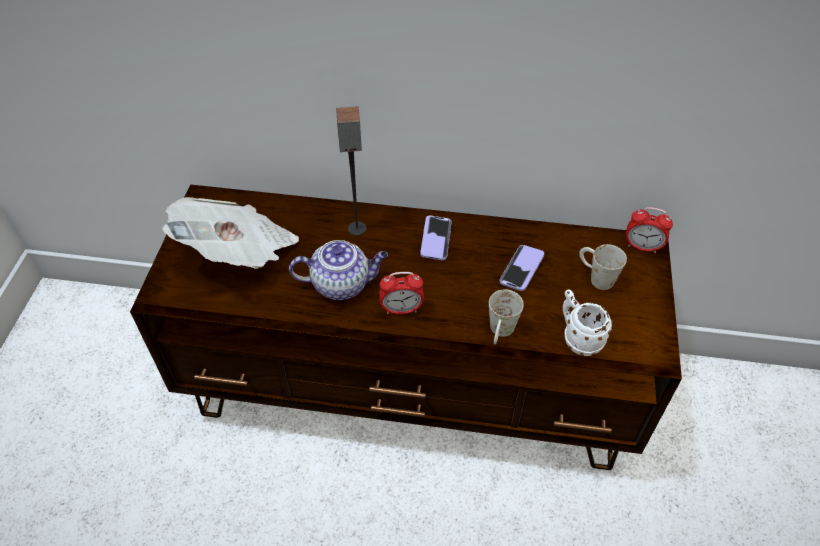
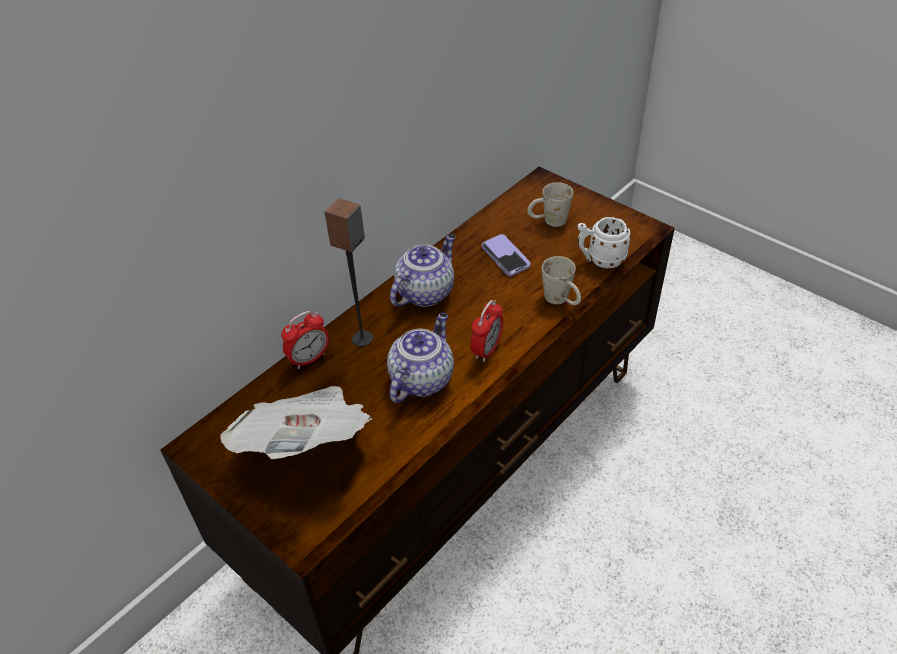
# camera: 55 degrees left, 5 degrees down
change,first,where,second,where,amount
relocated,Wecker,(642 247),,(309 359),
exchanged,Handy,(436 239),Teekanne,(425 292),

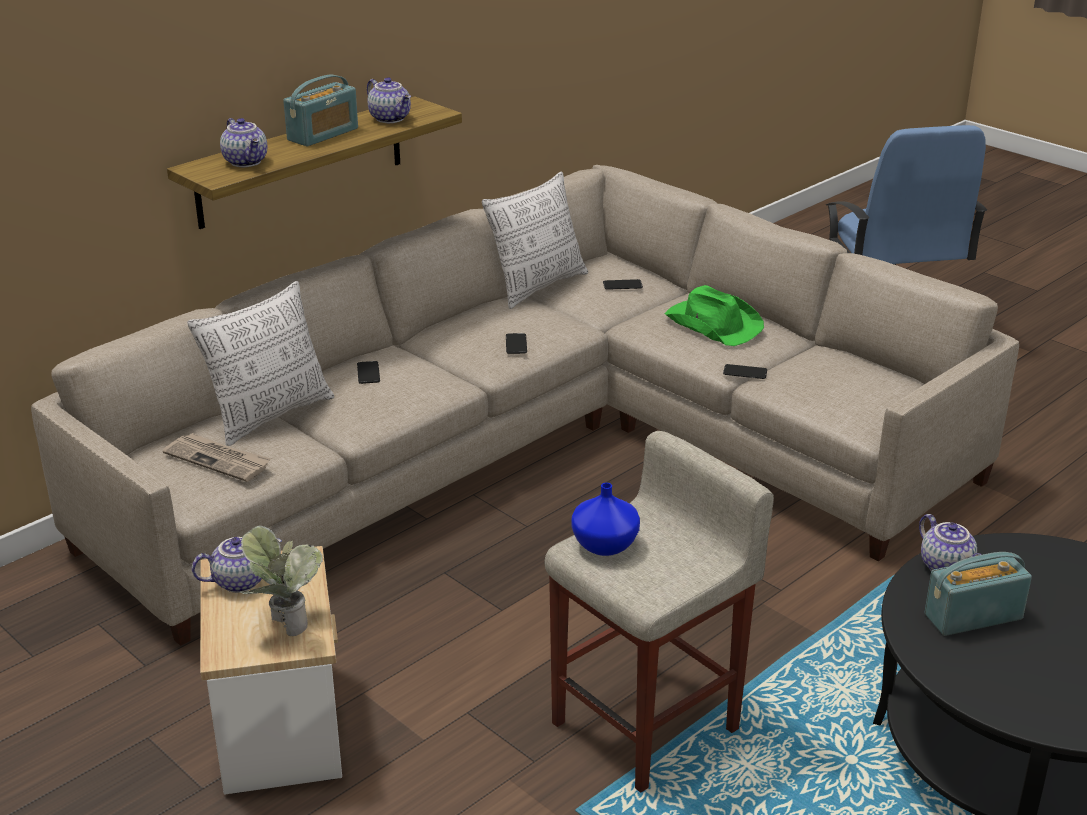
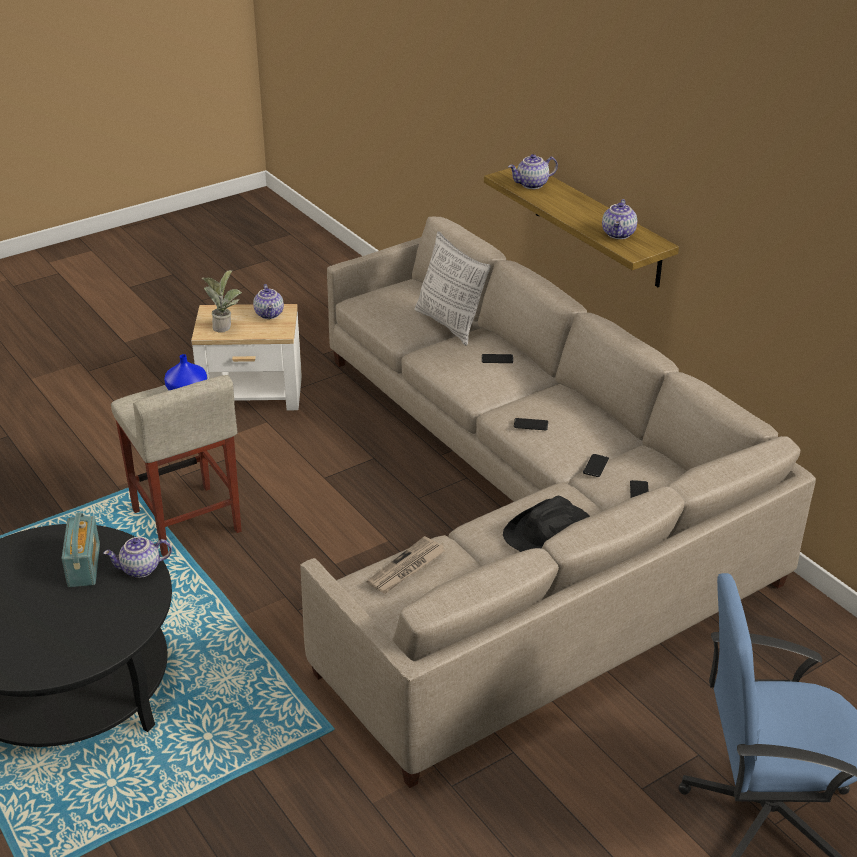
# camera: 100 degrees right, 5 degrees up
change,first,where,second,where,amount
relocated,Zeitung,(219 460),,(406 568),
colour,Hut [grün],(713 324),Hut [schwarz],(550 532),
relocated,Handy,(745 372),,(595 466),
spun,Teekanne,(391 118),,(619 234),45 degrees counterclockwise
missing,Radio,(323 134),,,
missing,Kissen,(537 286),,,

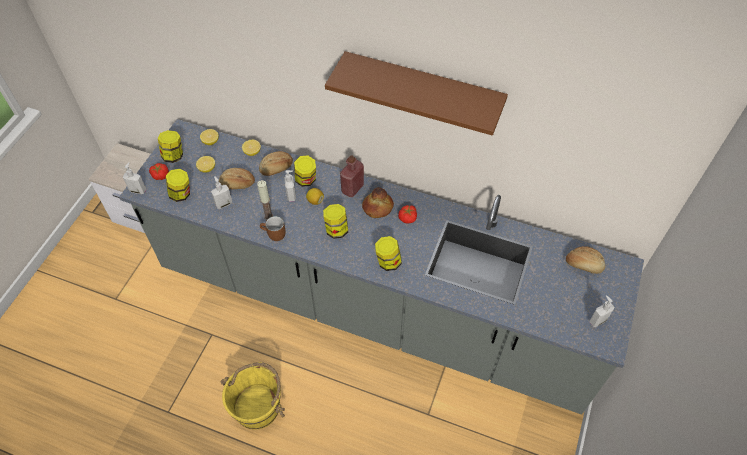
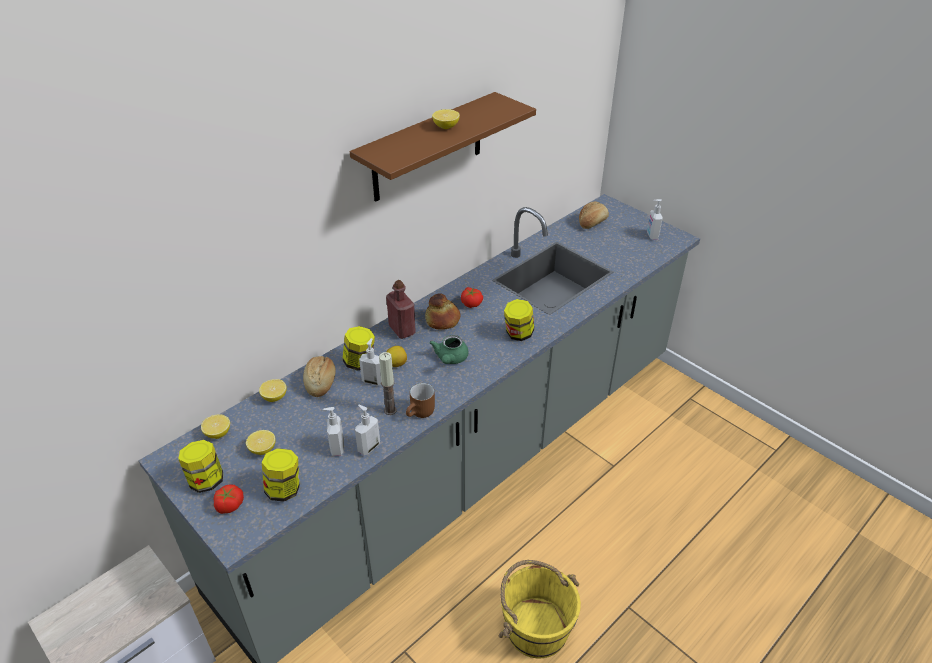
# camera: 65 degrees left, 15 degrees down
change,first,where,second,where,amount
relocated,Seifenspender,(138 190),,(368 447),
exchanged,Vorratsglas,(336 230),Teekanne [grün],(450 359),
appeared,,,Zitrone,(446 127),
missing,Brot,(237 184),,,

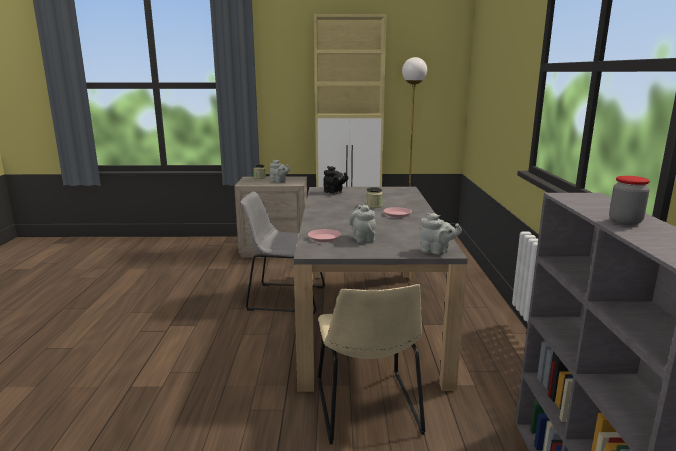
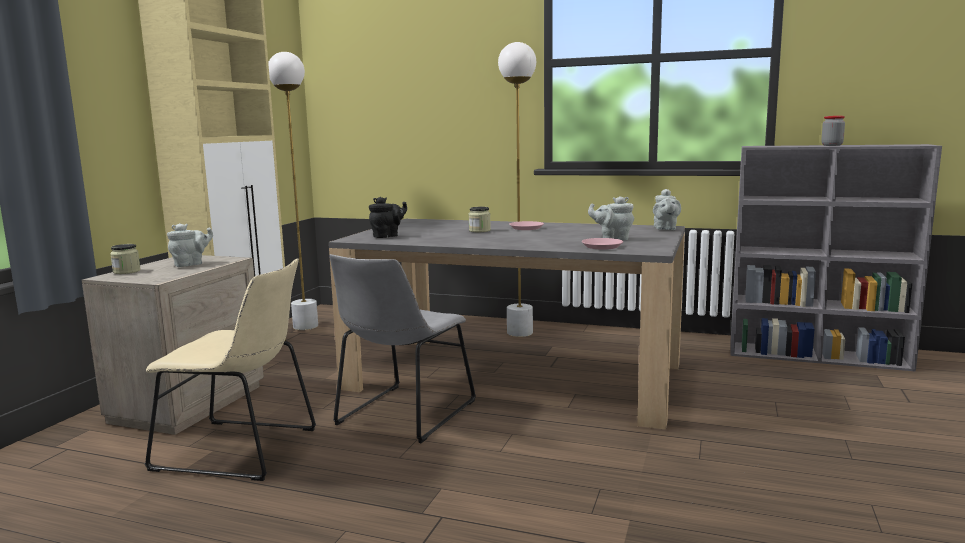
# camera: 70 degrees left, 5 degrees down
change,first,where,second,where,amount
relocated,Stuhl [beige],(368 410),,(242 450),
appeared,,,Stehlampe [weiß],(520 333),
spun,Teekanne [grau],(436 251),,(665 229),135 degrees clockwise

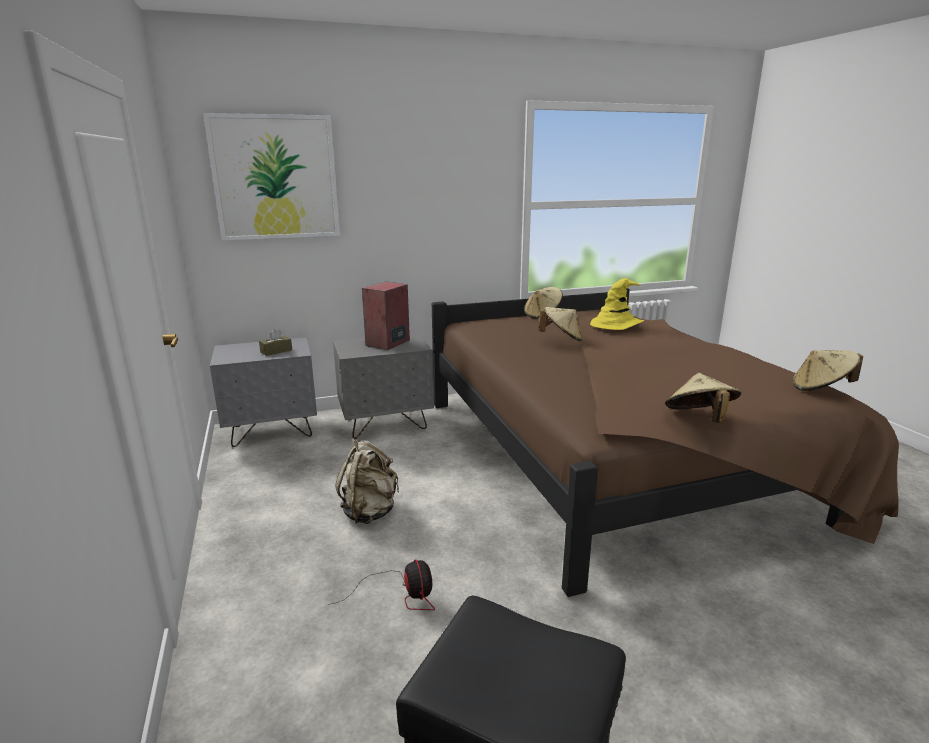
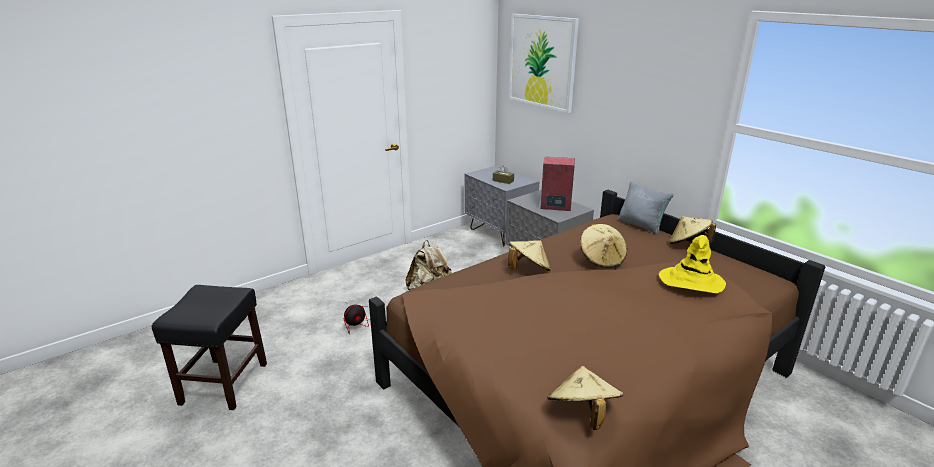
# camera: 70 degrees right, 5 degrees up
change,first,where,second,where,amount
relocated,Hut [beige],(699 419),,(528 270),
appeared,,,Kissen [grau],(641 225),

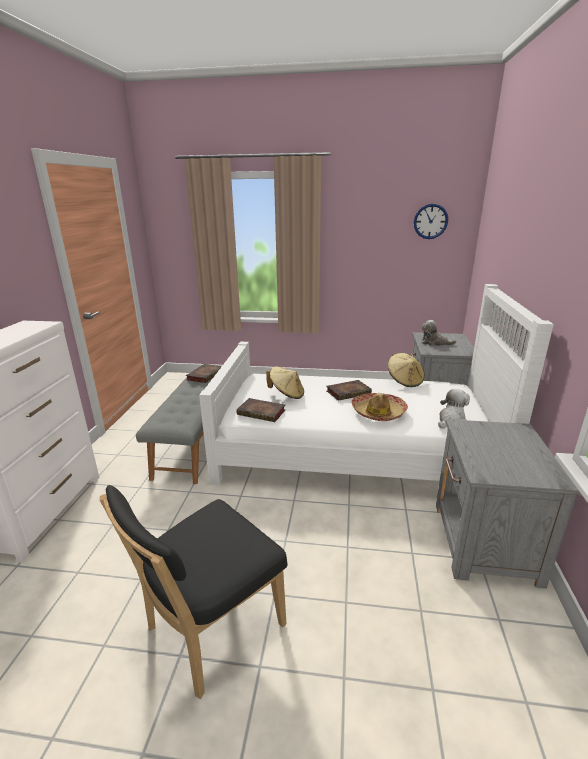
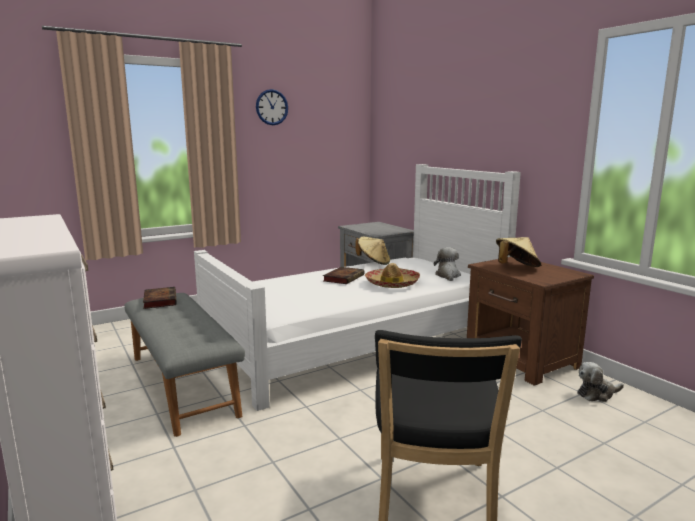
# camera: 40 degrees left, 10 degrees down
change,first,where,second,where,amount
relocated,Wanduhr,(430 221),,(272 107),
colour,Nachttisch [grau],(483 542),Nachttisch [braun],(521 360),
relocated,Hut [beige],(286 394),,(516 268),
relocated,Plüschtier,(434 343),,(597 394),
missing,Buch,(262 412),,,

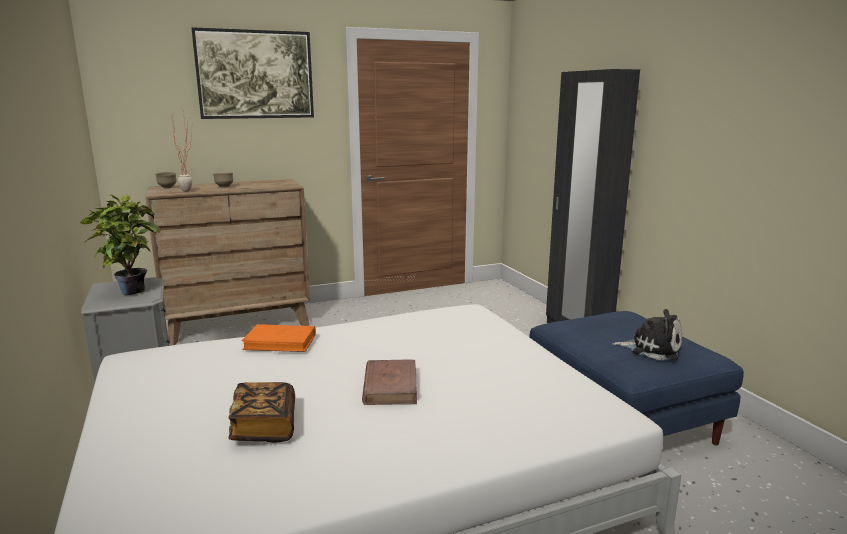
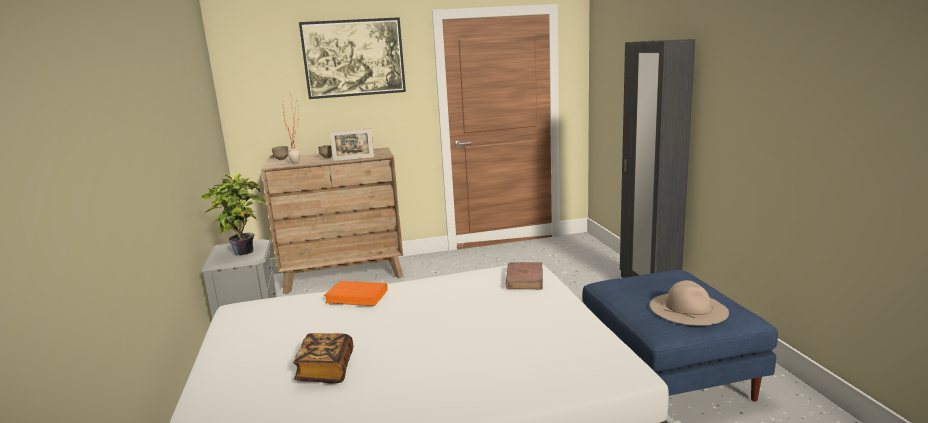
# camera: 10 degrees right, 0 degrees up
change,first,where,second,where,amount
appeared,,,Bilderrahmen,(353 159),
relocated,Buch [braun],(390 386),,(524 279),
exchanged,Plüschtier,(652 348),Hut [beige],(688 308),

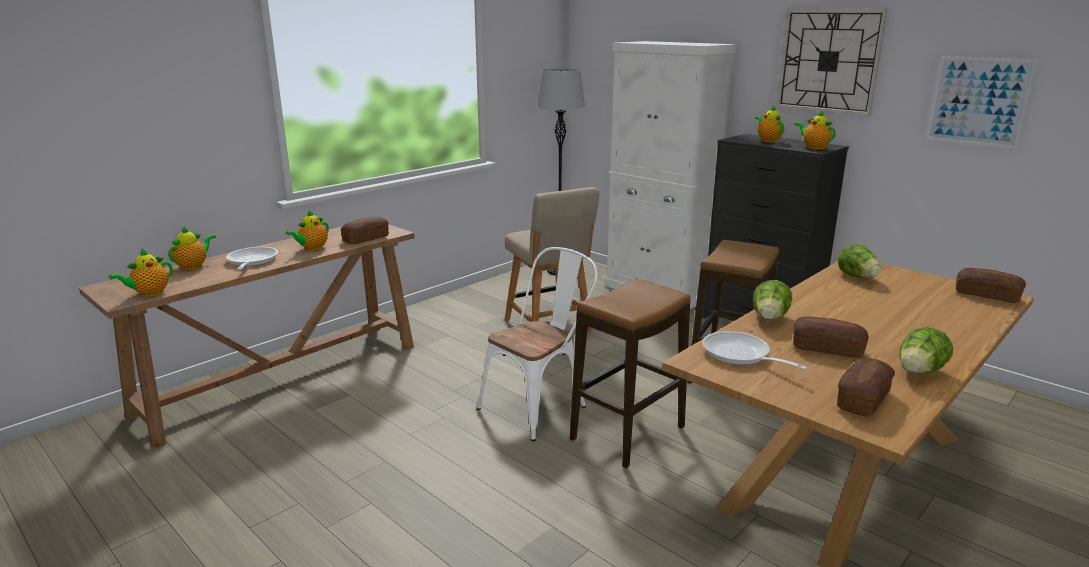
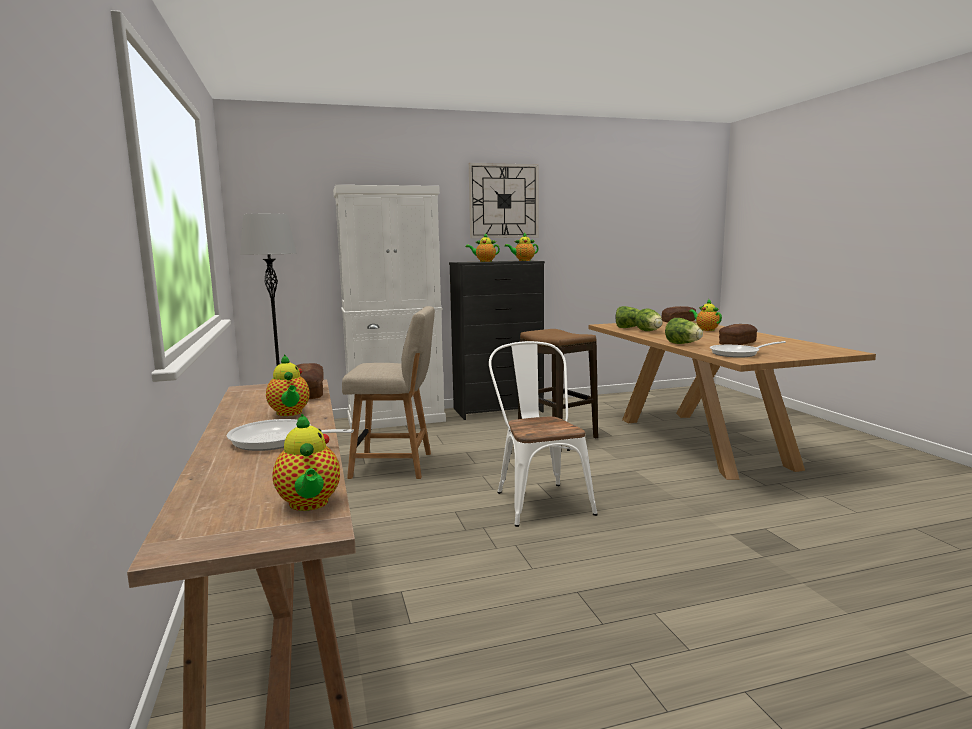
# camera: 60 degrees left, 10 degrees down
change,first,where,second,where,amount
relocated,Salatkopf,(919 372),,(649 331),
relocated,Teekanne,(194 266),,(706 329),
missing,Hocker,(628 433),,,
missing,Brot,(862 399),,,
missing,Bild,(978 101),,,

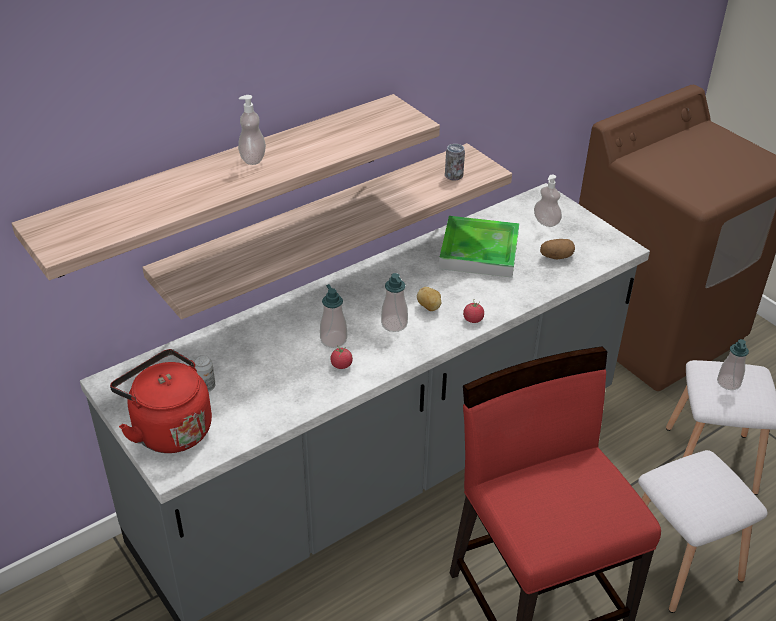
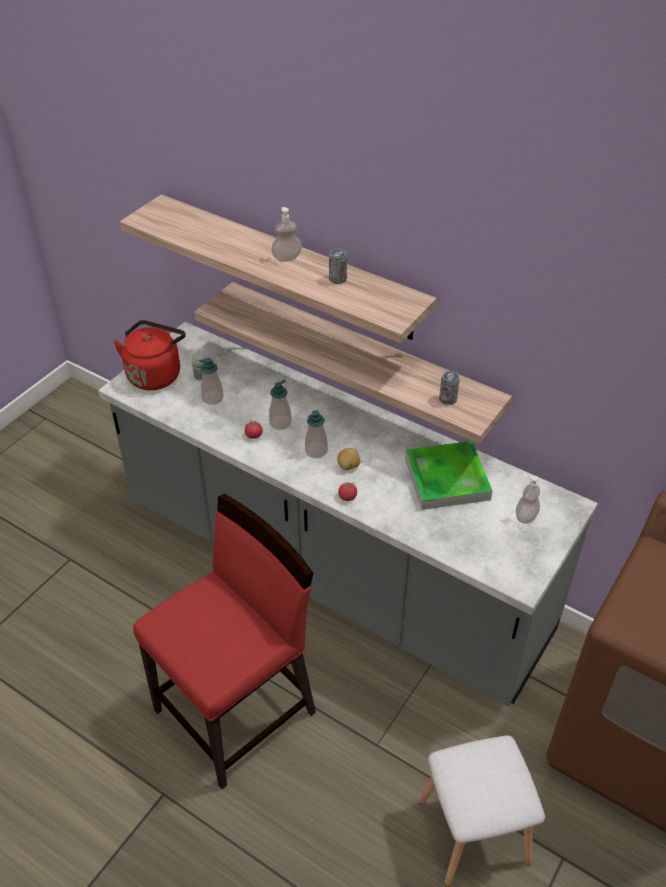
# camera: 70 degrees right, 5 degrees up
change,first,where,second,where,amount
relocated,Seifenspender,(728 383),,(213 398),
appeared,,,Dose,(337 279),
missing,Kartoffel,(556 257),,,
missing,Hocker [weiß],(682 563),,,

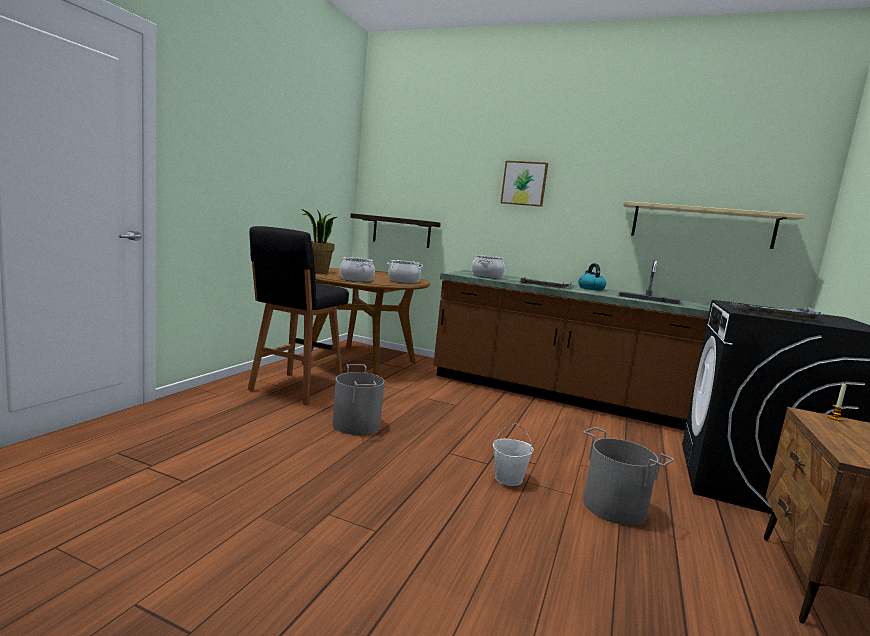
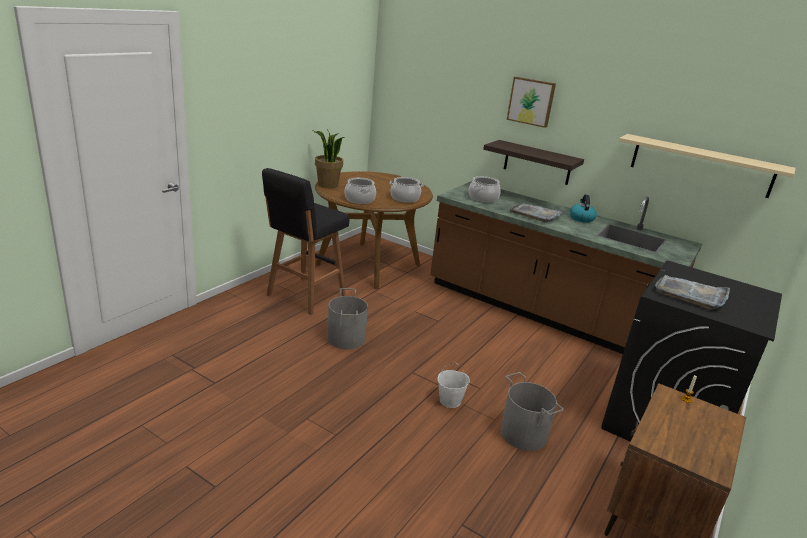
# camera: 10 degrees right, 15 degrees up
change,first,where,second,where,amount
relocated,Wandregal,(401 231),,(537 163),

